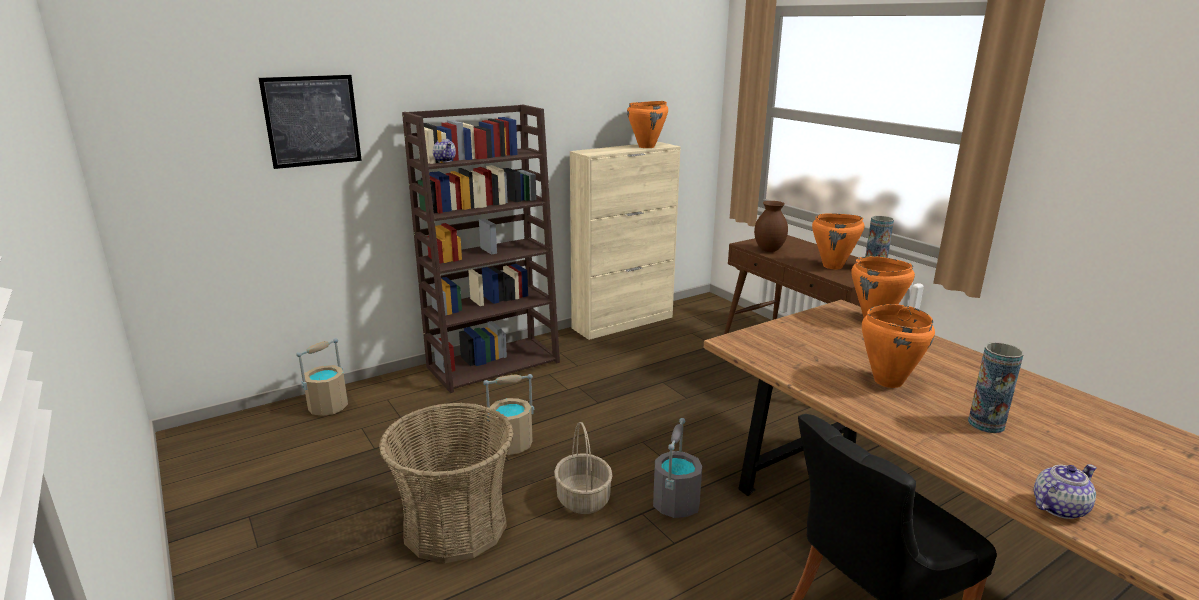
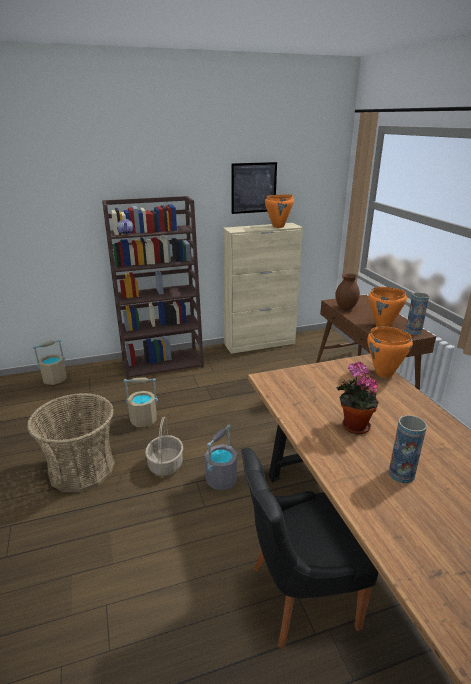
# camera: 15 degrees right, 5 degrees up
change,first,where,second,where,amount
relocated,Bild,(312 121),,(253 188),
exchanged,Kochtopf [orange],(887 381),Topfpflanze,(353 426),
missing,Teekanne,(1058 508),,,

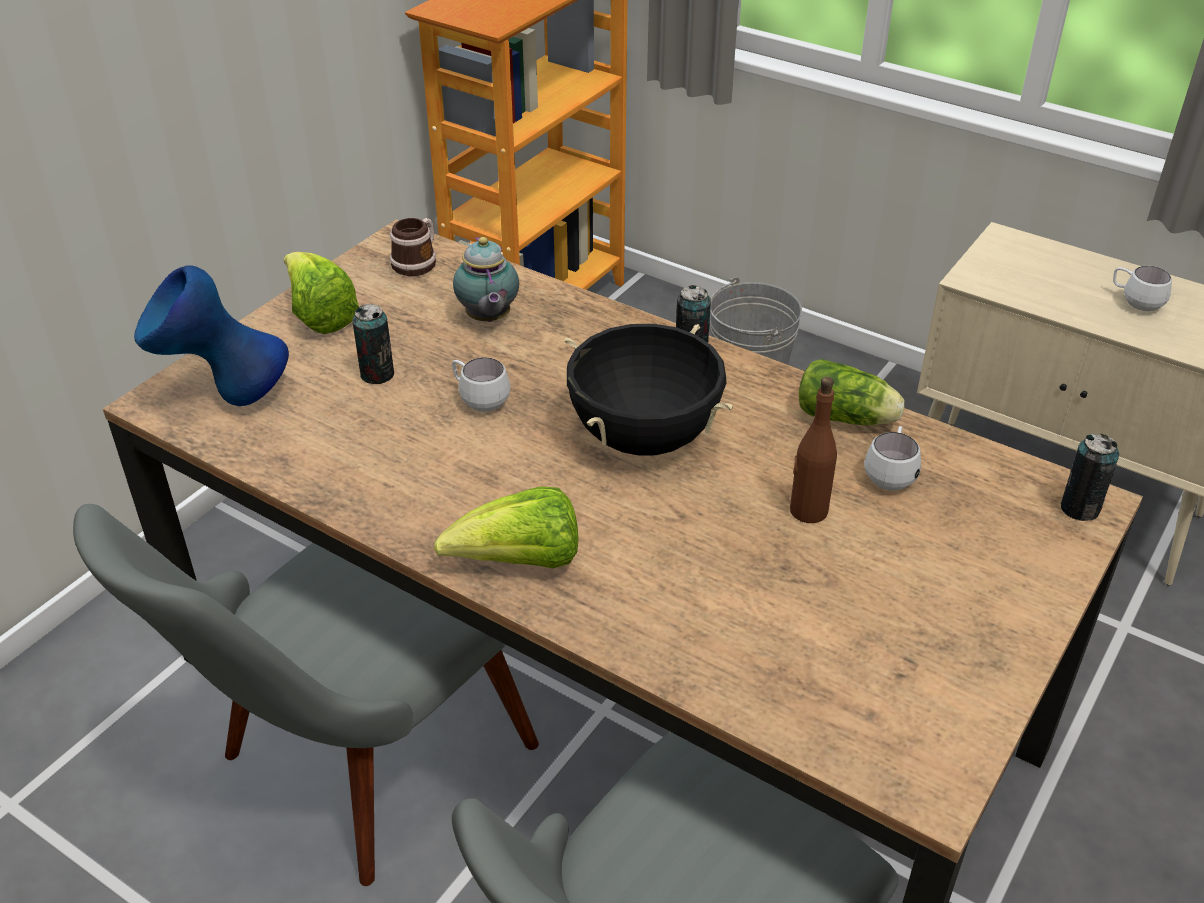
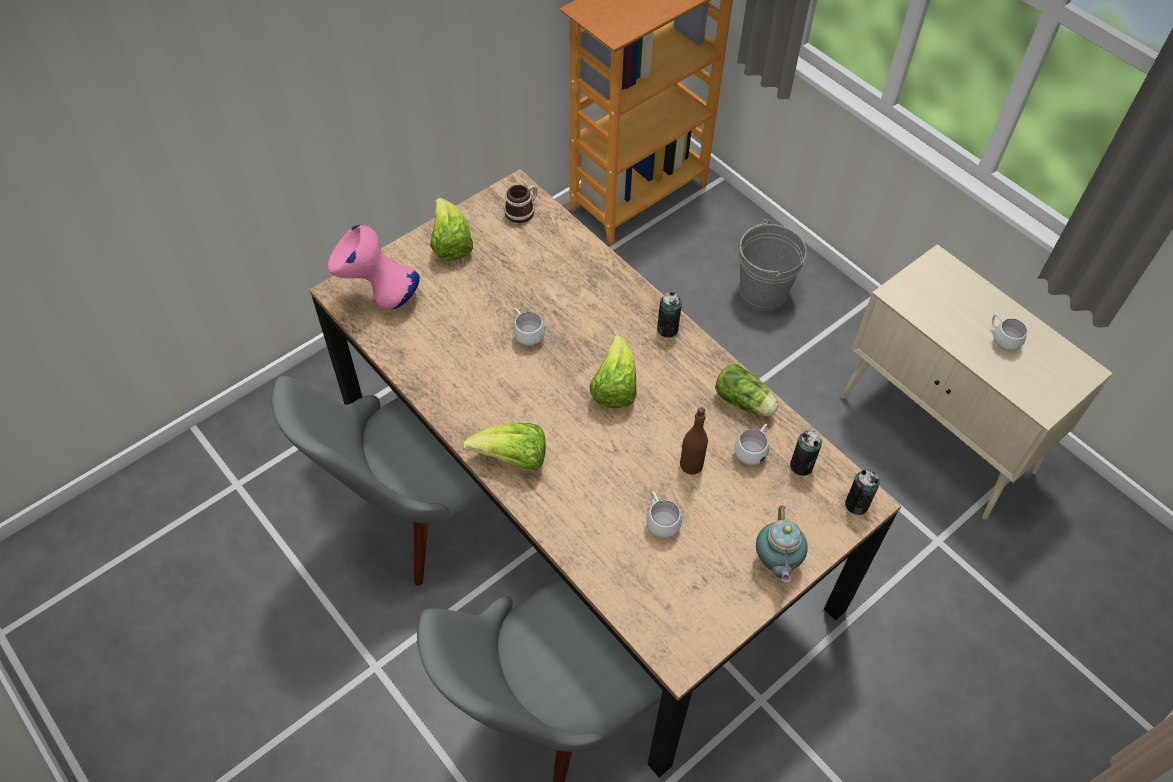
# camera: 15 degrees right, 15 degrees up
change,first,where,second,where,amount
colour,Vase [blau],(225 398),Vase [rosa],(379 298),
exchanged,Kochtopf [schwarz],(644 438),Salatkopf,(614 387),
appeared,,,Henkelbecher [weiß],(660 521),
relocated,Teekanne,(488 319),,(776 562),
relocated,Dose,(377 374),,(801 466),

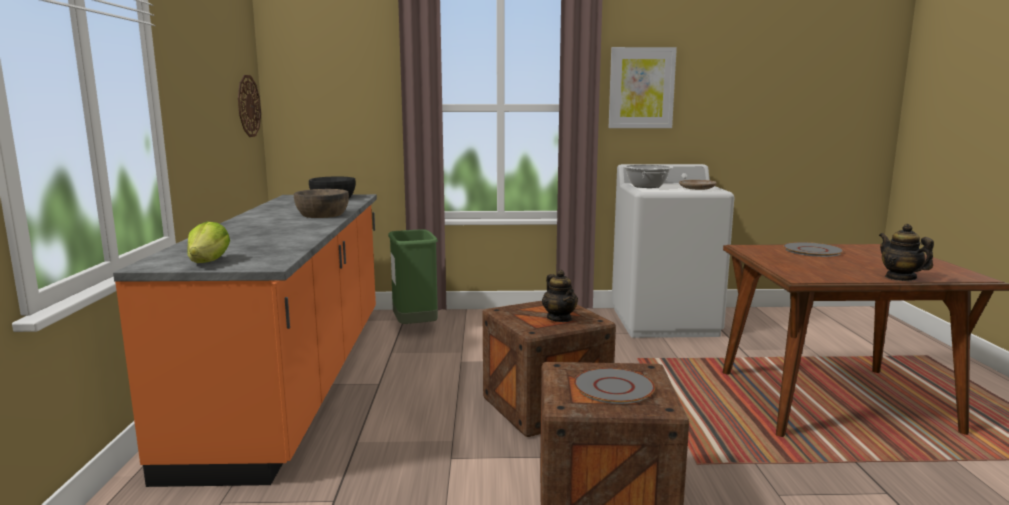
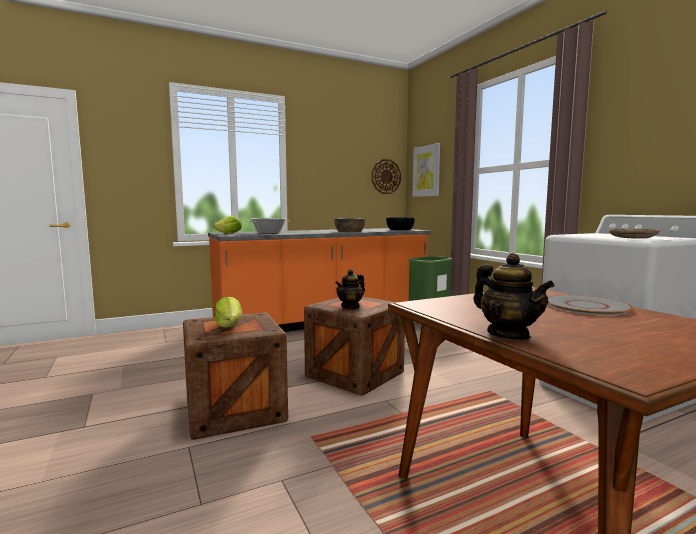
# camera: 65 degrees right, 5 degrees down
change,first,where,second,where,amount
exchanged,Teller [grau],(613 387),Salatkopf,(229 326),
relocated,Kochtopf,(646 186),,(268 233),
relocated,Bild,(641 88),,(426 171),
spun,Teekanne,(900 278),,(508 335),105 degrees clockwise

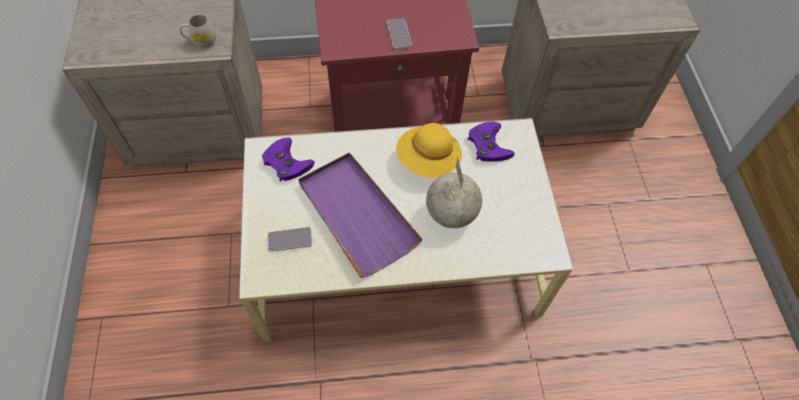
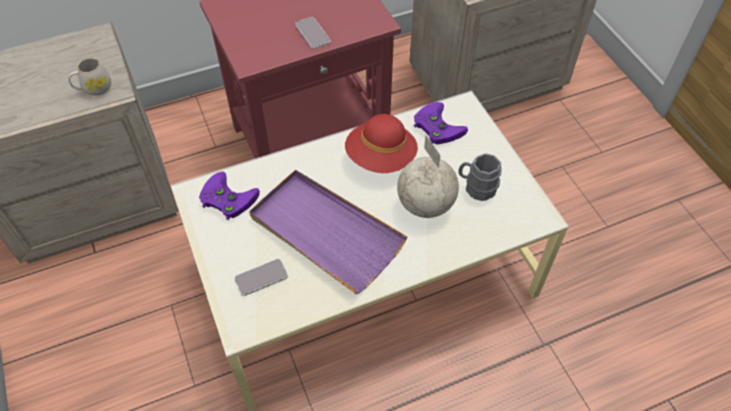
# camera: 15 degrees left, 5 degrees down
change,first,where,second,where,amount
colour,Hut [gelb],(428 160),Hut [rot],(381 158),
appeared,,,Henkelbecher [grau],(476 187),

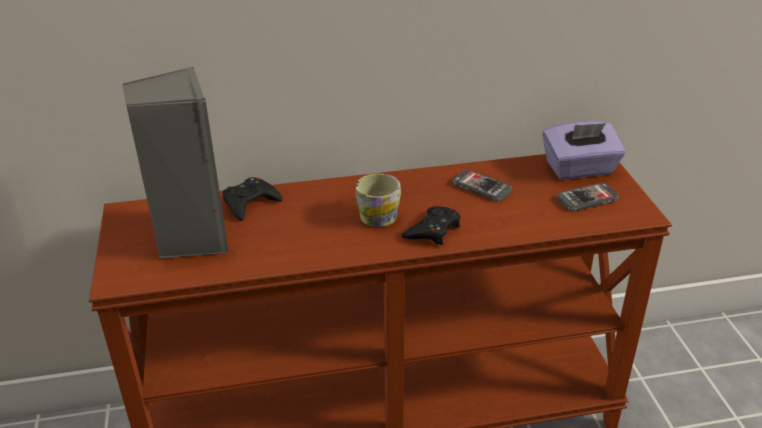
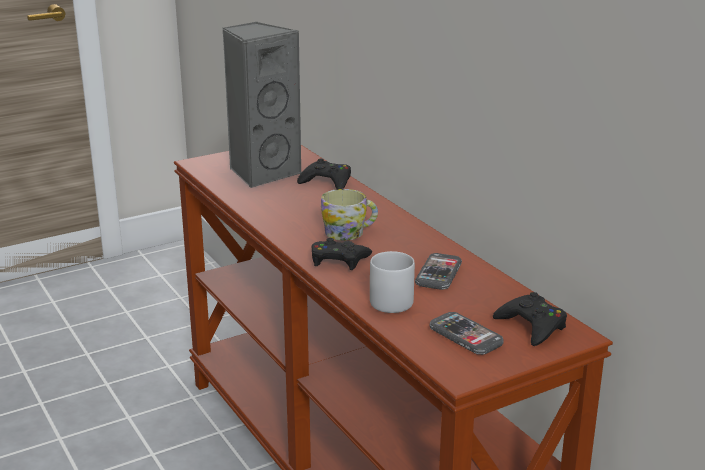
# camera: 70 degrees right, 10 degrees down
change,first,where,second,where,amount
appeared,,,Henkelbecher [grau],(391 300),
exchanged,Taschentuchbox [lila],(580 169),Gamepad [schwarz],(532 326),

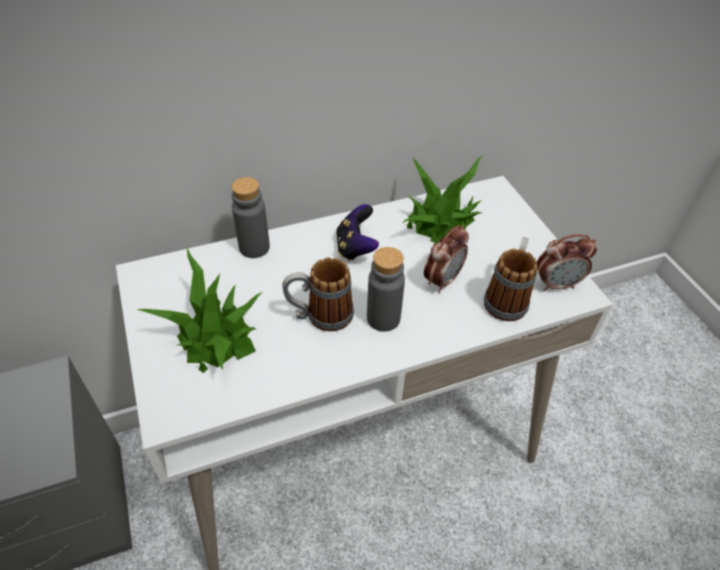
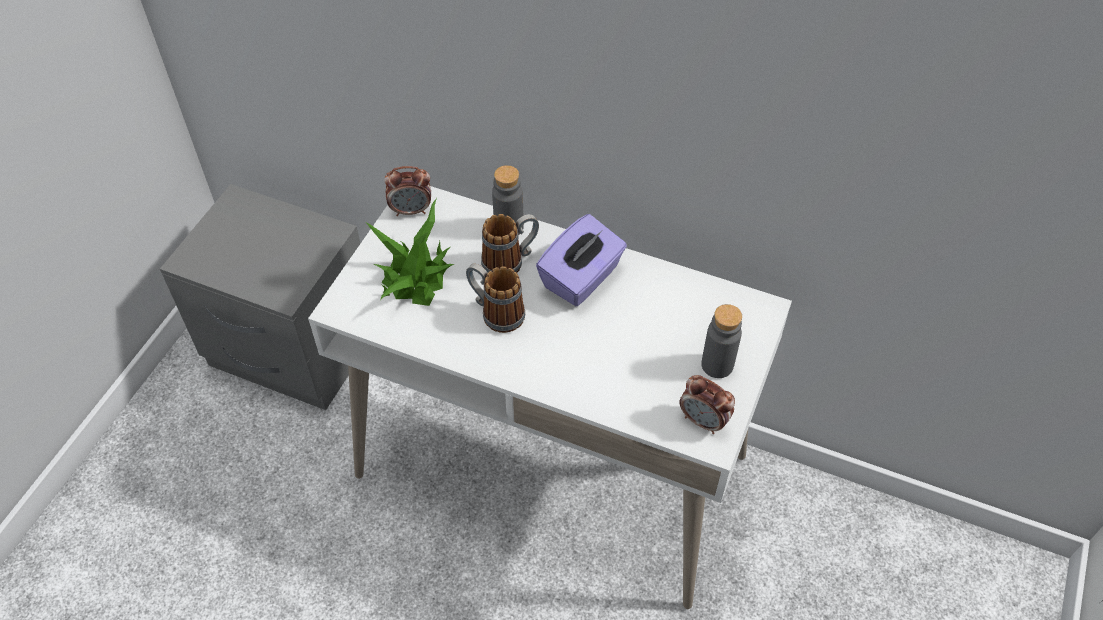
# camera: 45 degrees right, 5 degrees up
change,first,where,second,where,amount
relocated,Wecker,(442 280),,(411 210),
relocated,Henkelbecher,(507 298),,(510 261),
exchanged,Gamepad,(355 248),Taschentuchbox [lila],(581 278),
relocated,Flasche [grau],(383 318),,(717 365),
missing,Topfpflanze,(442 220),,,

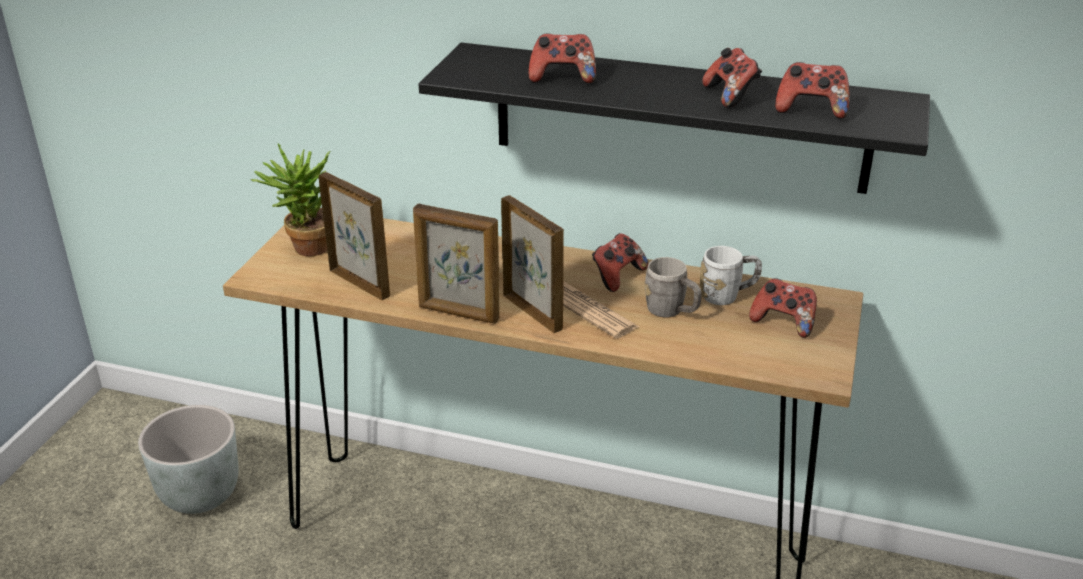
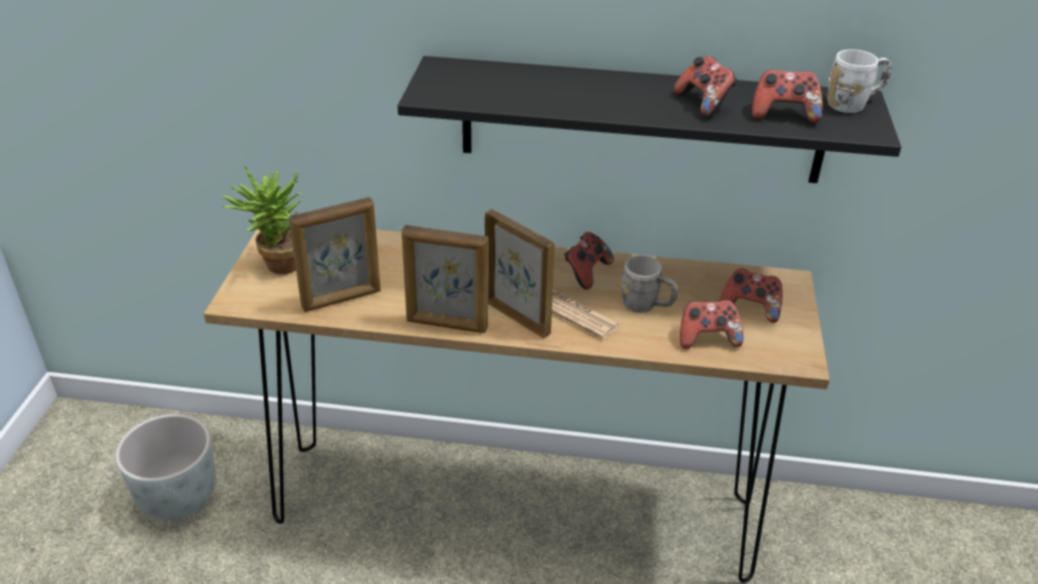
# camera: 10 degrees left, 5 degrees up
change,first,where,second,where,amount
spun,Bilderrahmen,(360 283),,(342 299),120 degrees clockwise
relocated,Gamepad,(562 77),,(707 338),
relocated,Henkelbecher [weiß],(728 295),,(853 104),

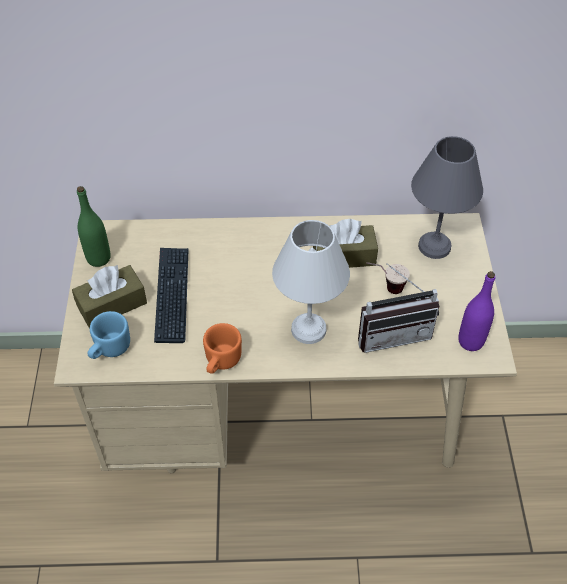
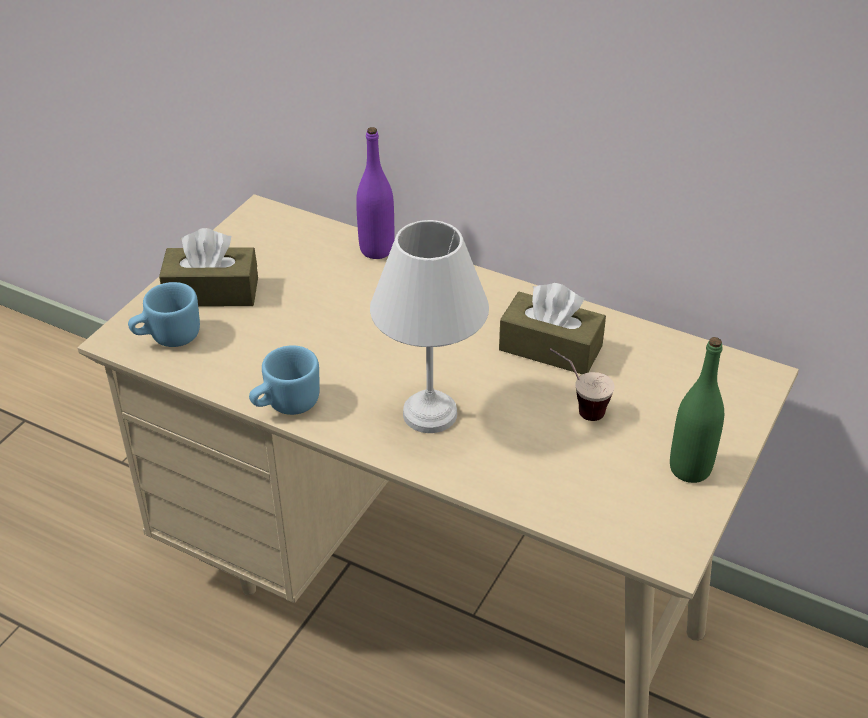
# camera: 30 degrees right, 10 degrees down
change,first,where,second,where,amount
colour,Henkelbecher [orange],(220 362),Henkelbecher [blau],(285 404),
relocated,Flasche [lila],(470 341),,(376 250),
relocated,Flasche [grün],(98 258),,(690 469),
missing,Tastatur,(172 295),,,
missing,Radio,(392 332),,,
missing,Tischlampe [grau],(434 245),,,

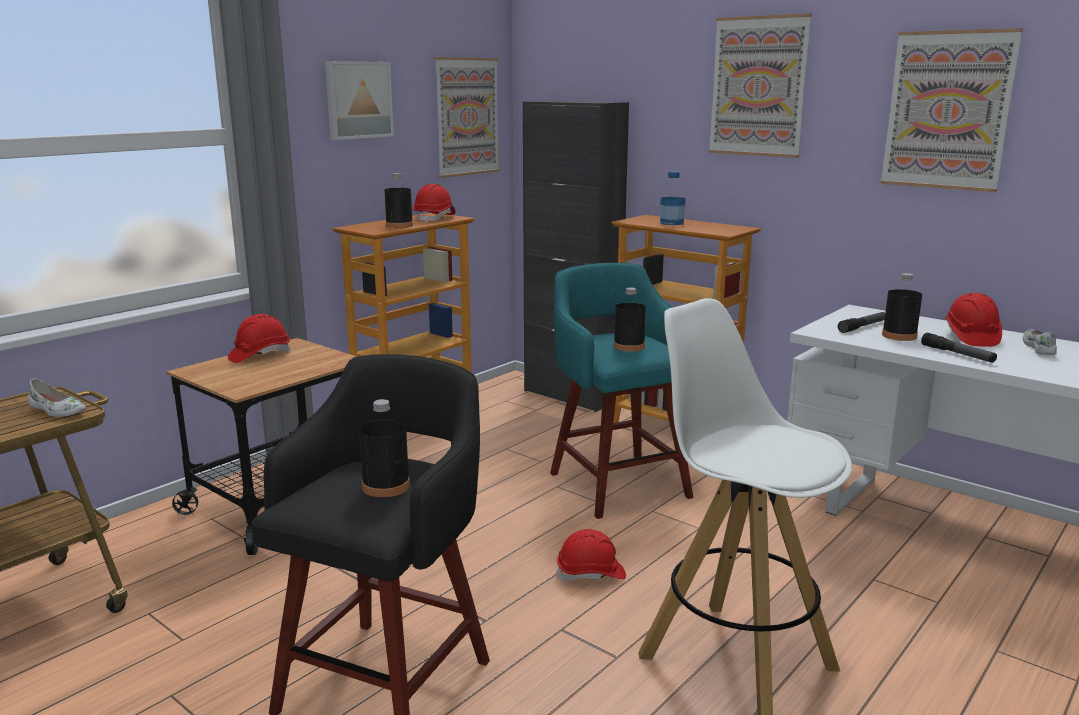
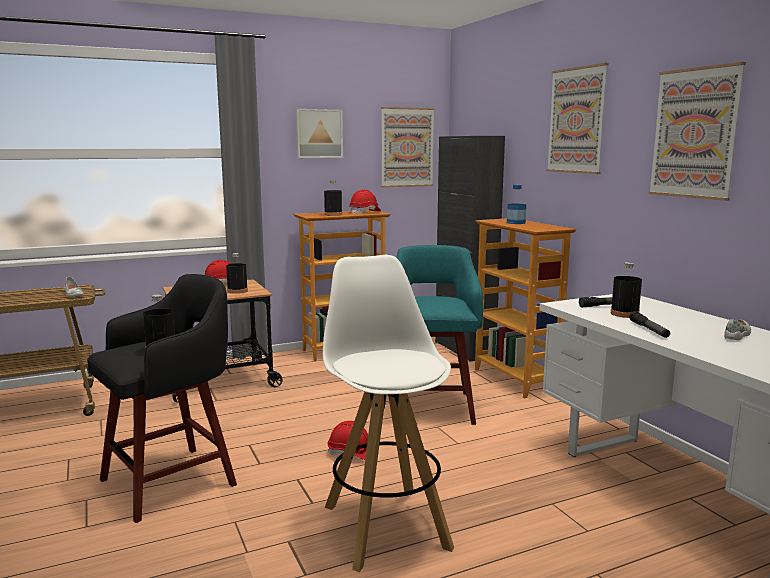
# camera: 25 degrees right, 5 degrees down
change,first,where,second,where,amount
relocated,Flasche [schwarz],(629 346),,(237 291),
missing,Schutzhelm [rot],(971 337),,,

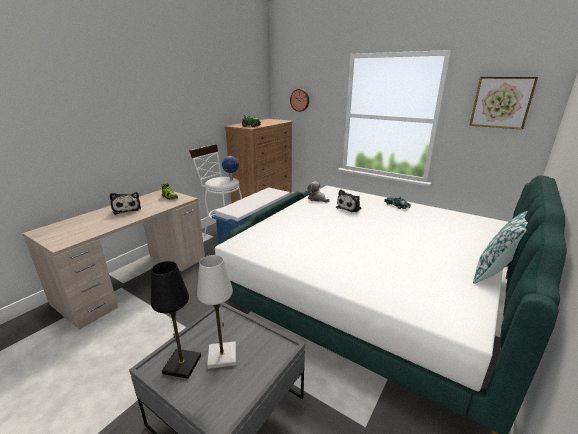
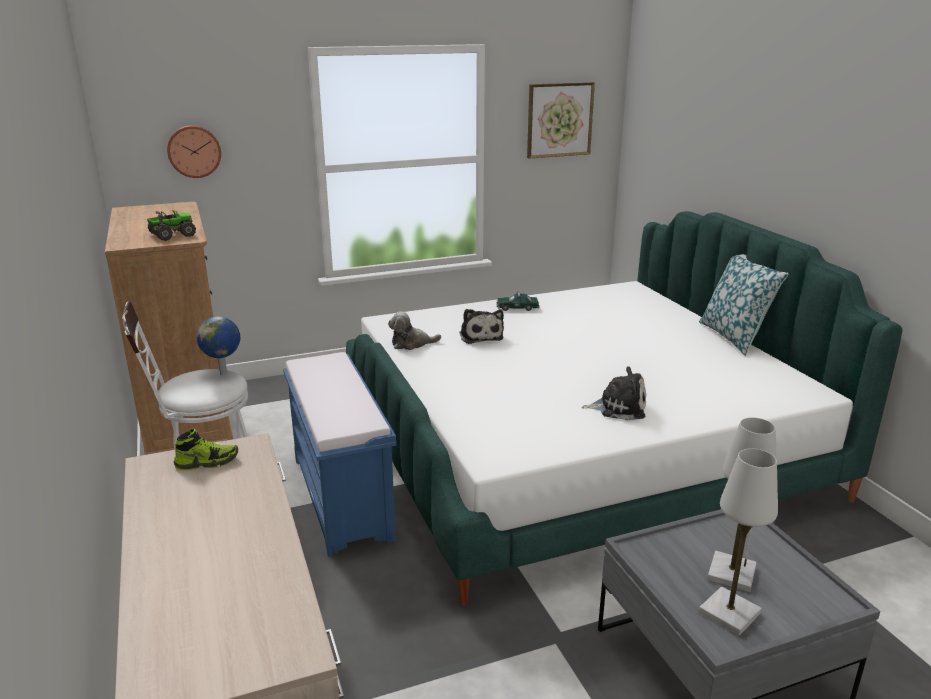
# camera: 55 degrees left, 0 degrees up
change,first,where,second,where,amount
relocated,Plüschtier,(127 209),,(618 407),
colour,Tischlampe [schwarz],(182 364),Tischlampe [weiß],(729 613),

